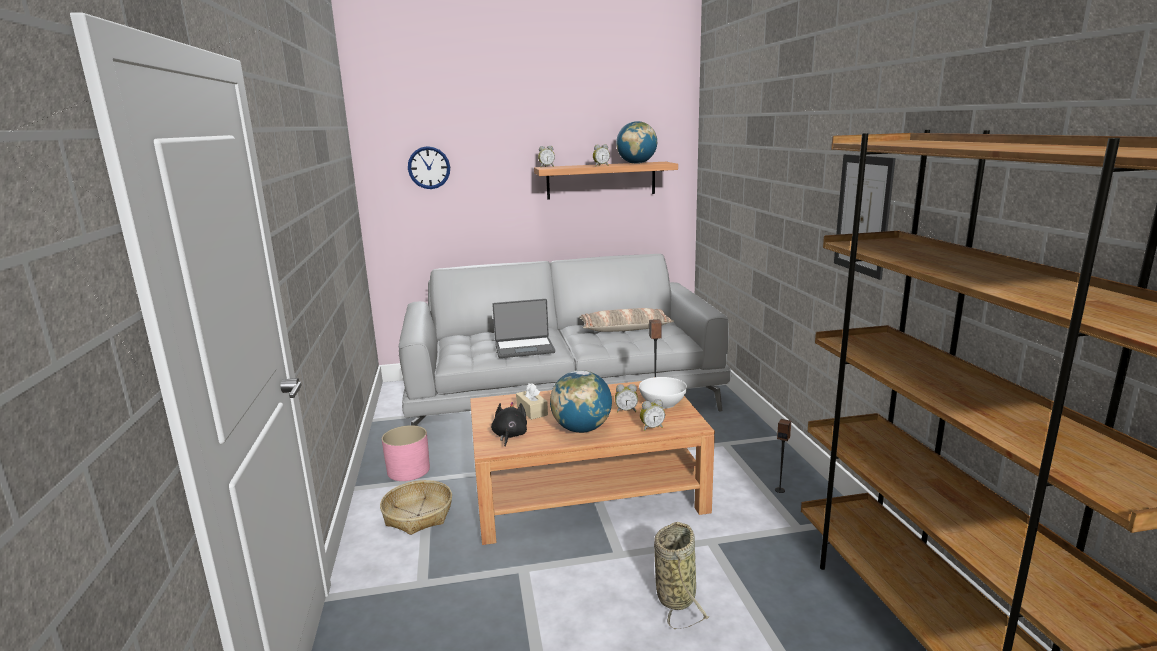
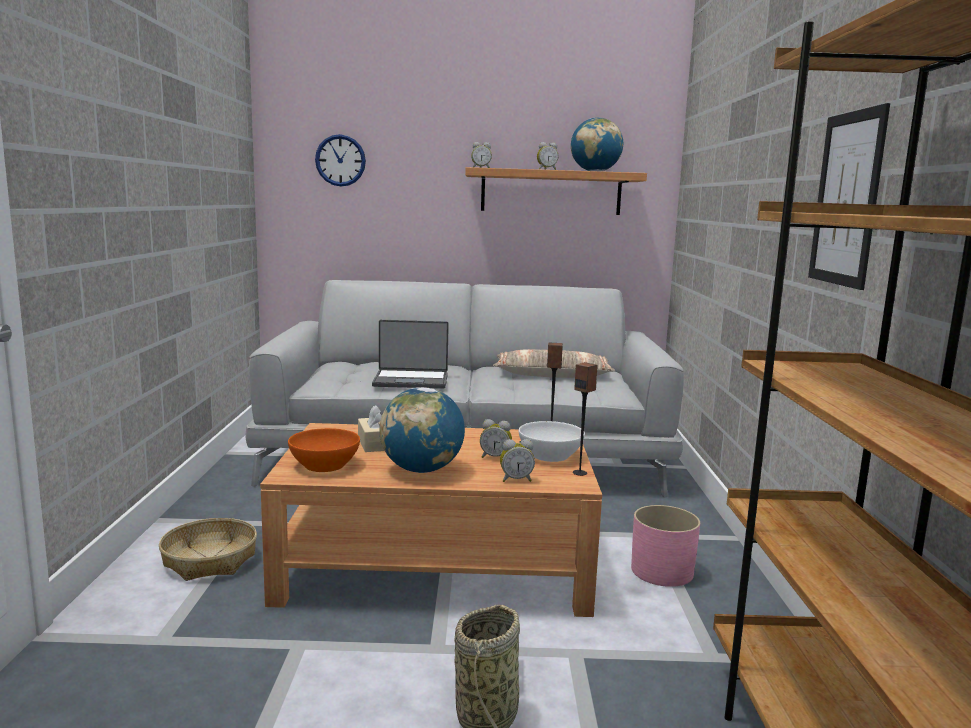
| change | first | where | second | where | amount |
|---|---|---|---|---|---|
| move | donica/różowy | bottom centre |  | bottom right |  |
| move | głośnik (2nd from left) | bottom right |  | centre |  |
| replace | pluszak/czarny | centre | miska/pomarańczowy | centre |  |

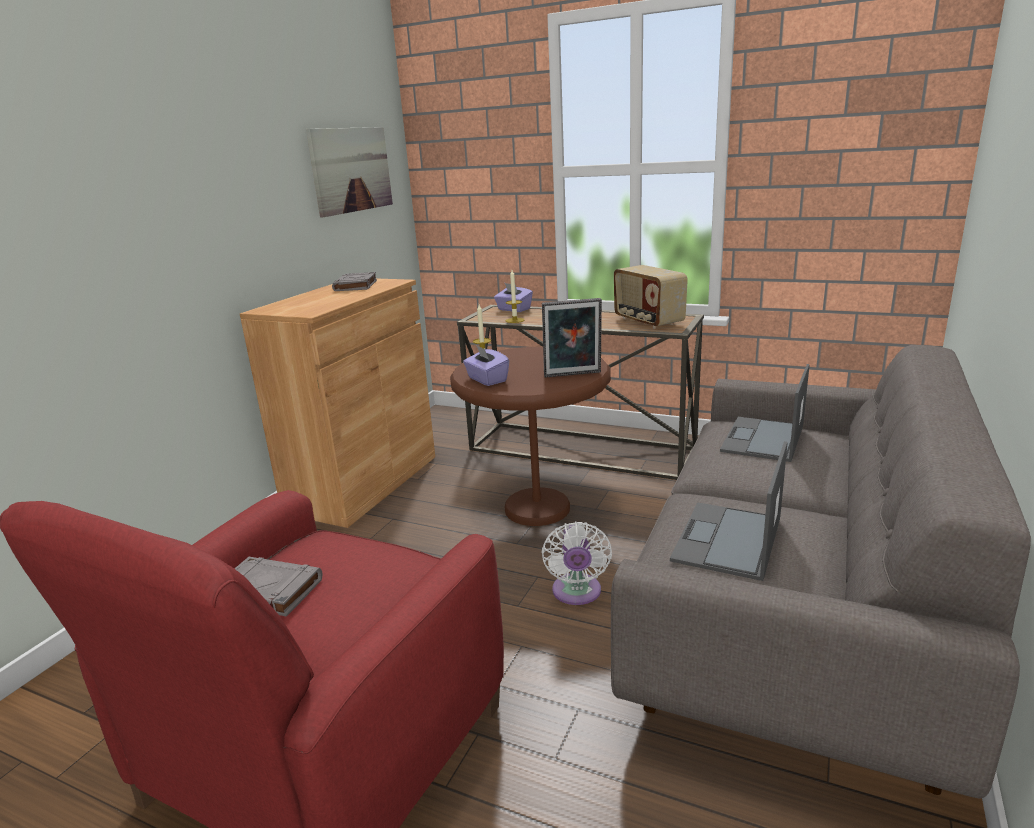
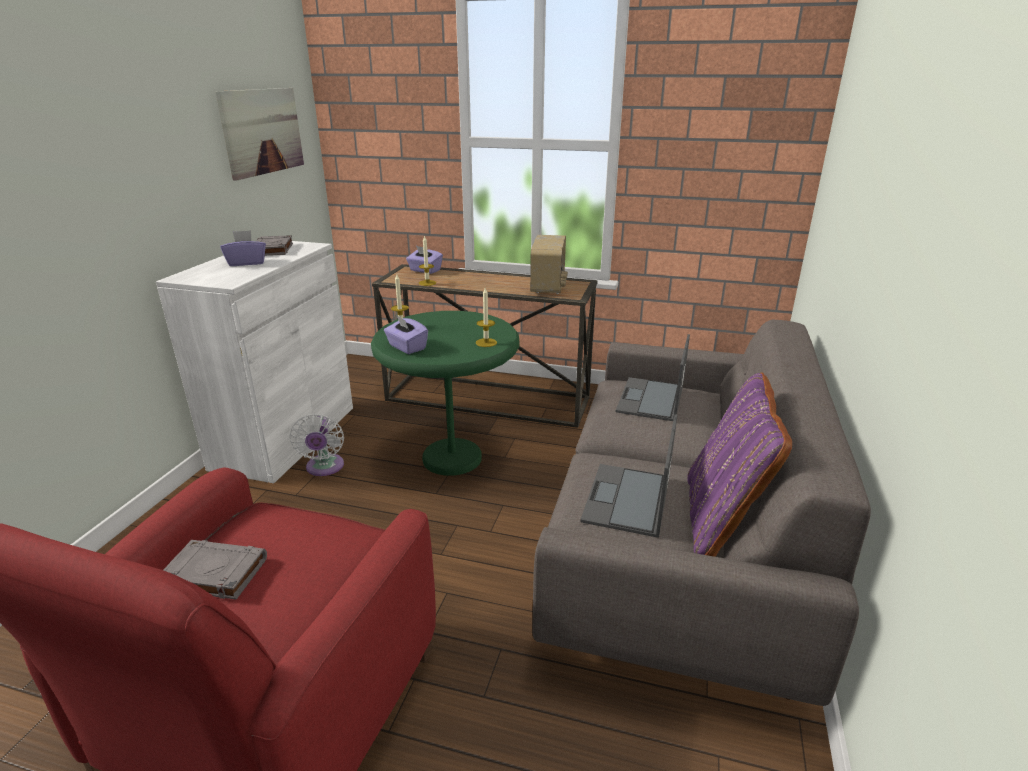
| change | first | where | second | where | amount |
|---|---|---|---|---|---|
| insert |  |  | pudełko chusteczek/fioletowy (1st from left) | top left |  |
| insert |  |  | poduszka/fioletowy | middle right |  |
| move | wentylator/biały | bottom centre |  | middle left |  |
| replace | ramka na zdjęcie | centre | świeca (3rd from left) | centre |  |
| recolor | szafka/brązowy | middle left | szafka/biały | middle left |  |
| recolor | stolik/brązowy | centre | stolik/zielony | centre |  |
| rotate | radio | centre |  | centre | 135 degrees counterclockwise |

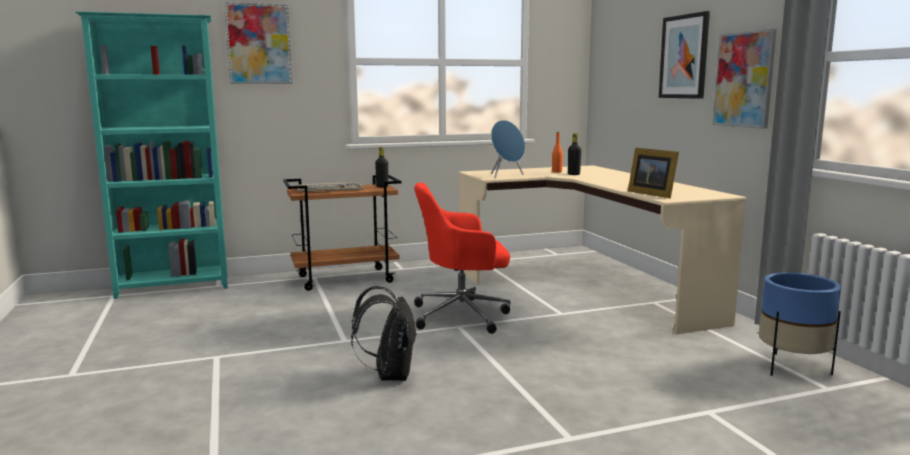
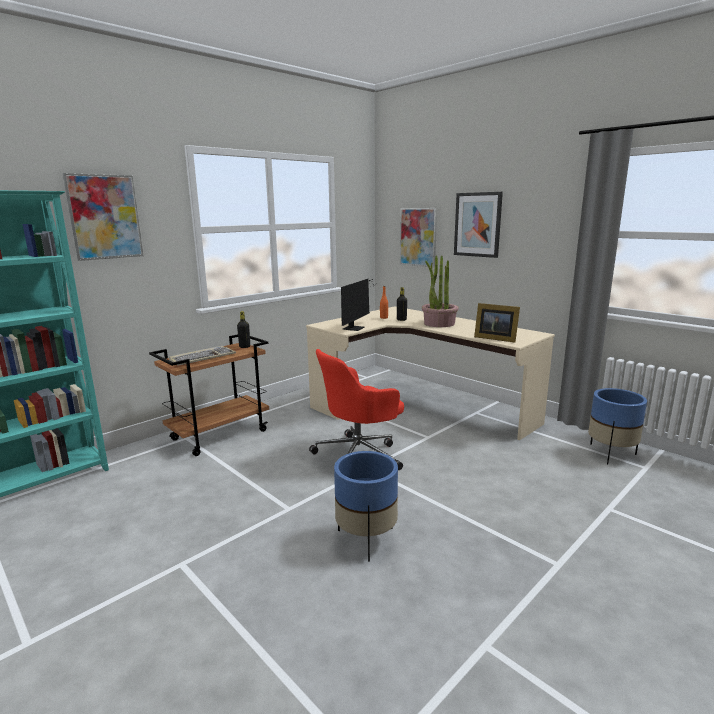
| change | first | where | second | where | amount |
|---|---|---|---|---|---|
| insert |  |  | roślina doniczkowa | centre |  |
| move | obraz (3rd from left in the first image) | top right | obraz (2nd from left) | centre |  |
| replace | plecak/czarny | bottom centre | donica/niebieski (1st from left) | bottom centre |  |
| replace | głośnik/niebieski | top centre | monitor | centre |  |

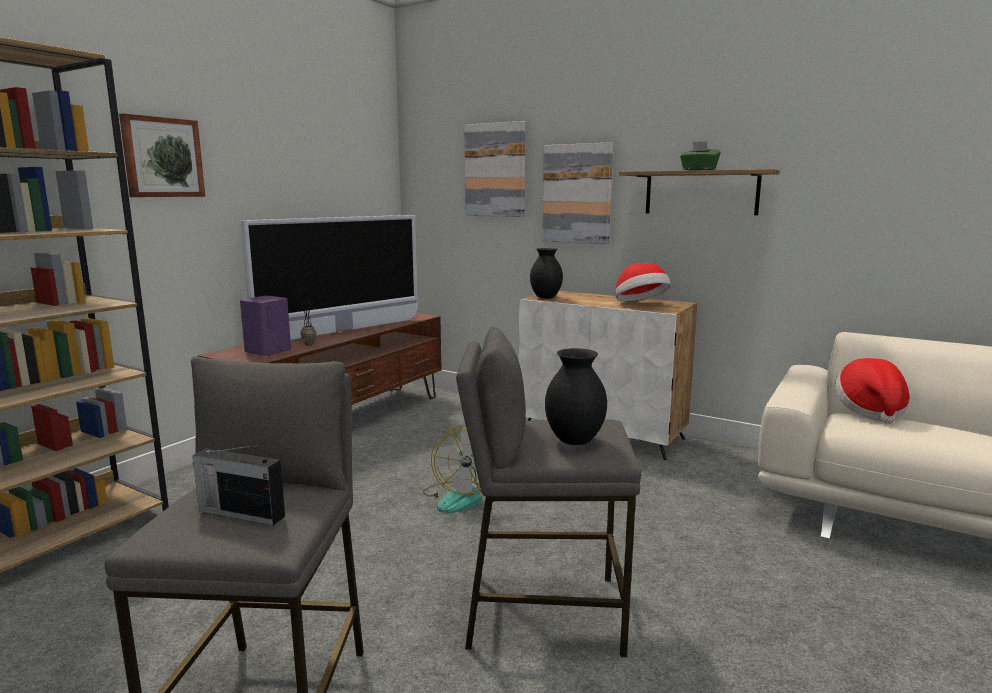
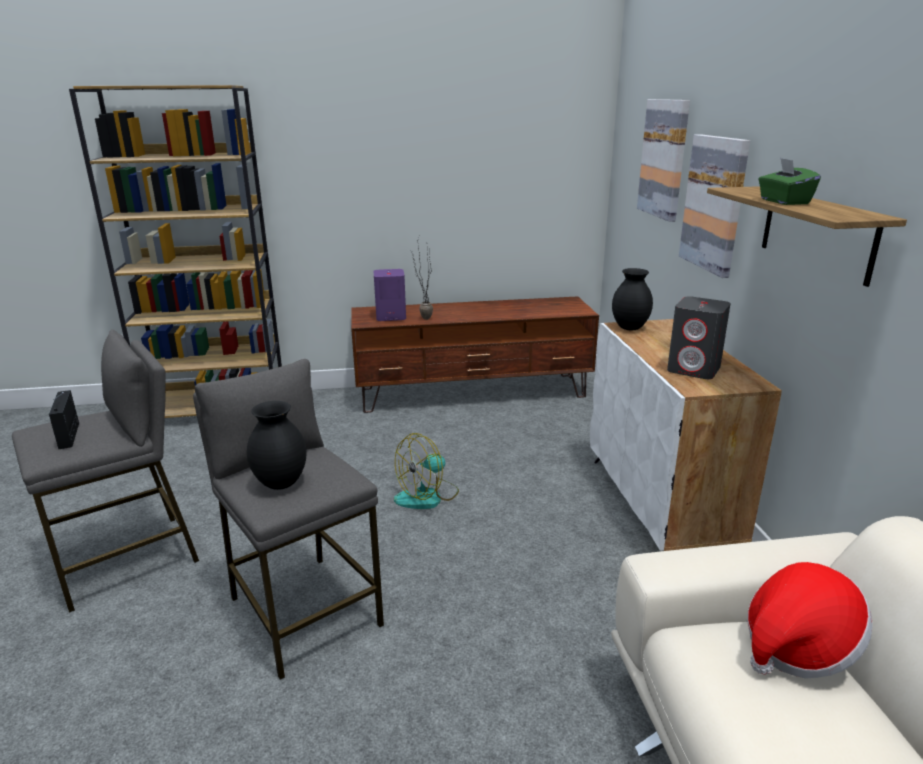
| change | first | where | second | where | amount |
|---|---|---|---|---|---|
| delete | obraz (1st from left) | top left |  |  |  |
| delete | telewizor | middle left |  |  |  |
| replace | kapelusz (1st from left) | centre | głośnik/szary | middle right |  |

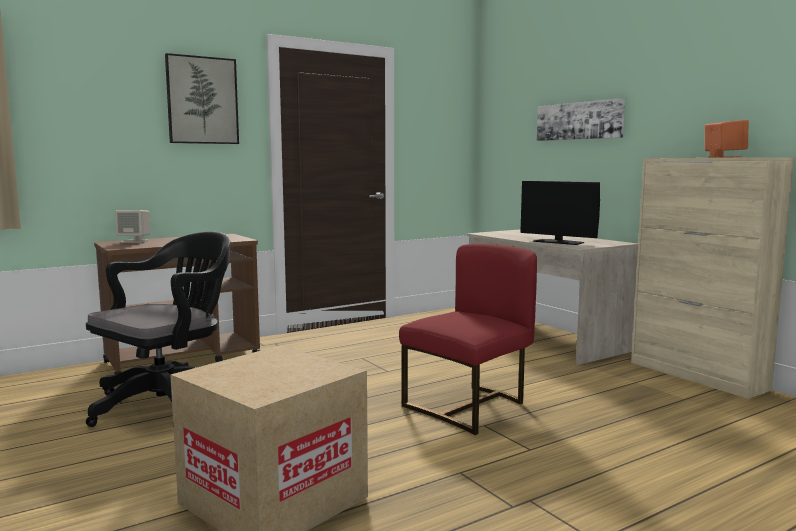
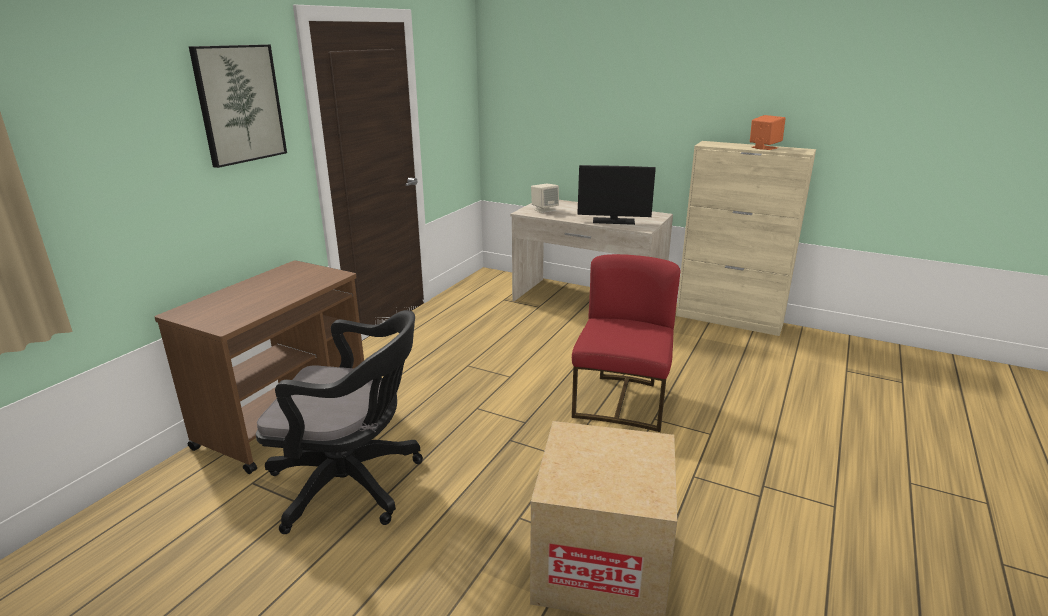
| change | first | where | second | where | amount |
|---|---|---|---|---|---|
| delete | obraz (2nd from left) | top right |  |  |  |
| move | głośnik/beżowy | middle left |  | top centre |  |
| rotate | krzesło biurowe/czarny | middle left |  | bottom left | 90 degrees clockwise |

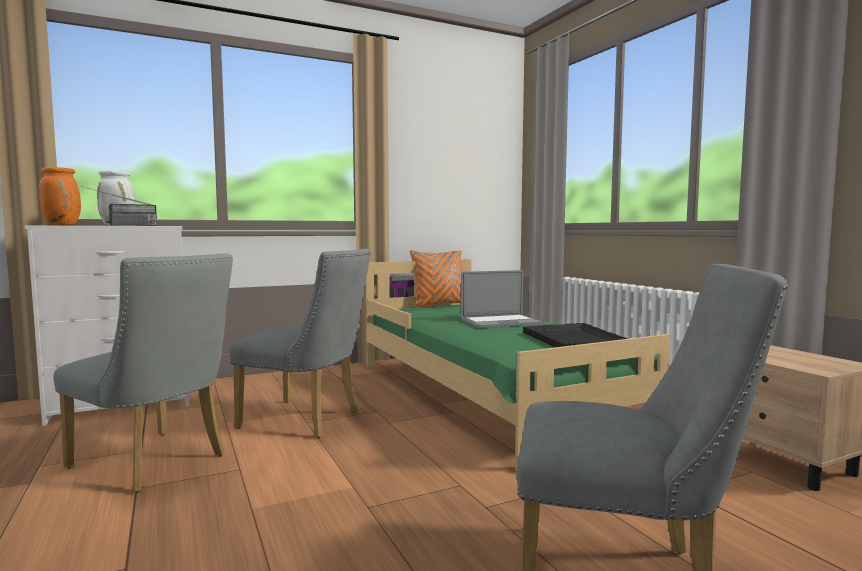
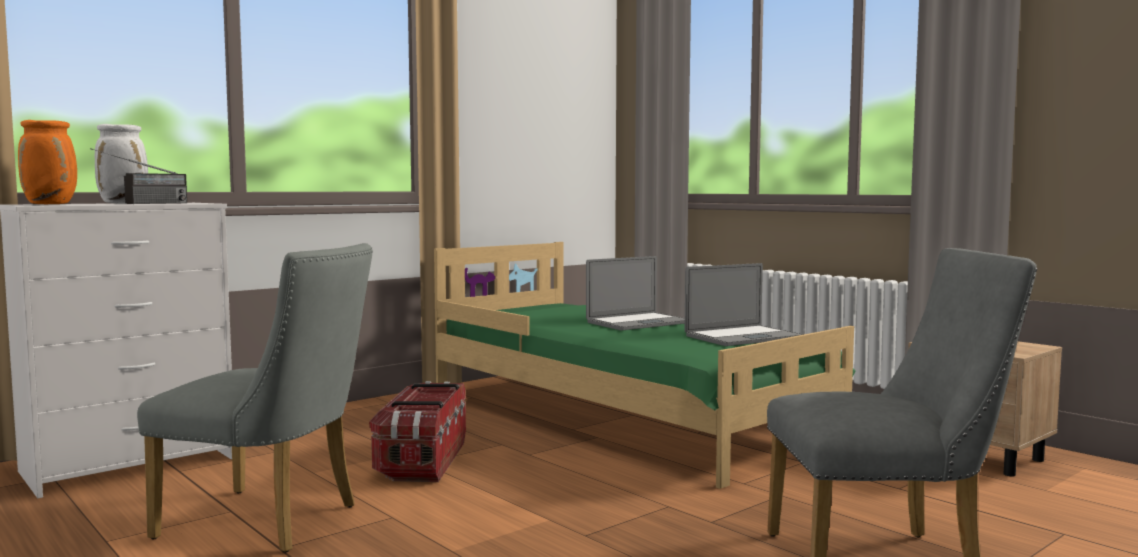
| change | first | where | second | where | amount |
|---|---|---|---|---|---|
| delete | poduszka/pomarańczowy | centre |  |  |  |
| replace | krzesło/szary (2nd from left) | centre | pojemnik do przechowywania | bottom centre |  |
| replace | taca/czarny | middle right | laptop (2nd from left) | centre |  |

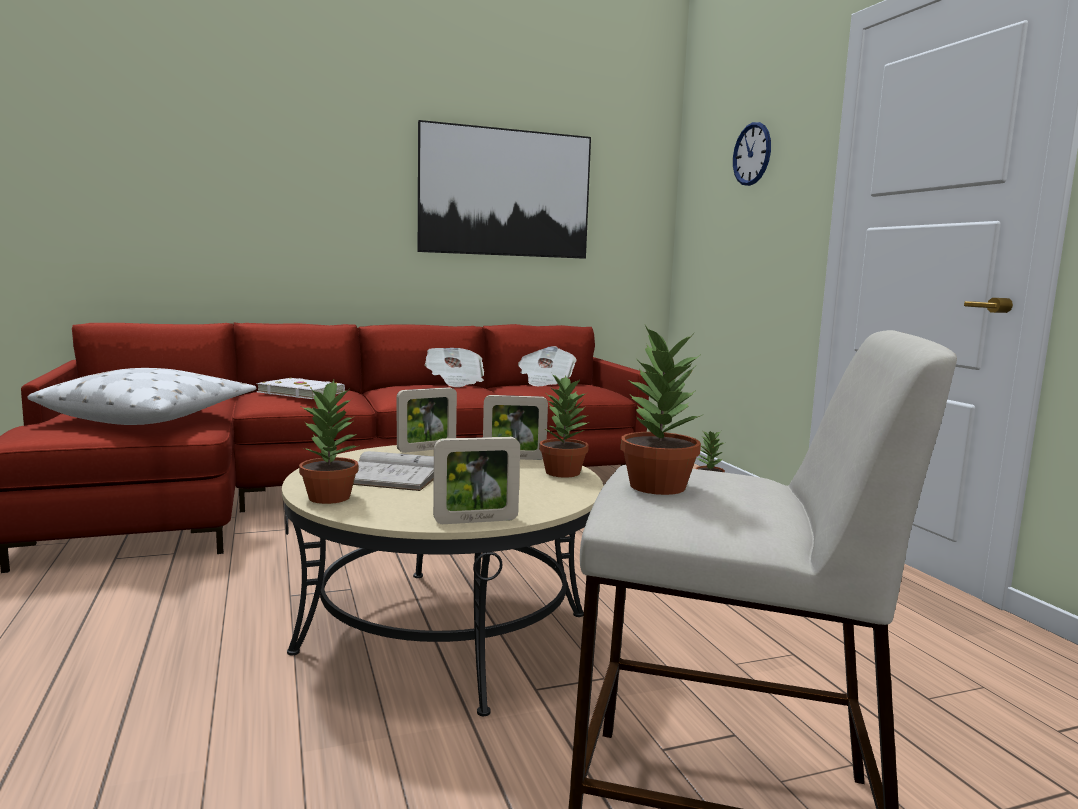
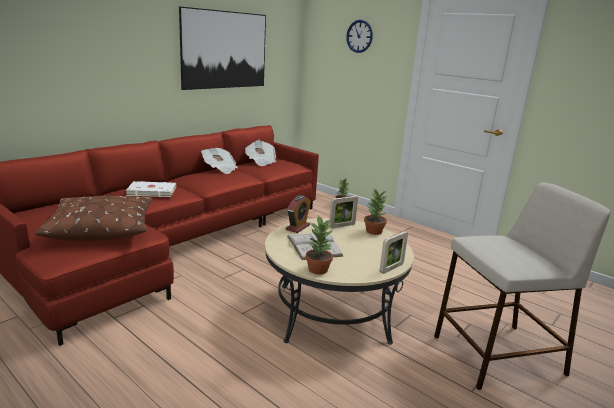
| change | first | where | second | where | amount |
|---|---|---|---|---|---|
| delete | roślina doniczkowa (3rd from left) | centre |  |  |  |
| replace | ramka na zdjęcie (1st from left) | centre | budzik | centre |  |
| recolor | poduszka/biały | middle left | poduszka/brązowy | middle left |  |

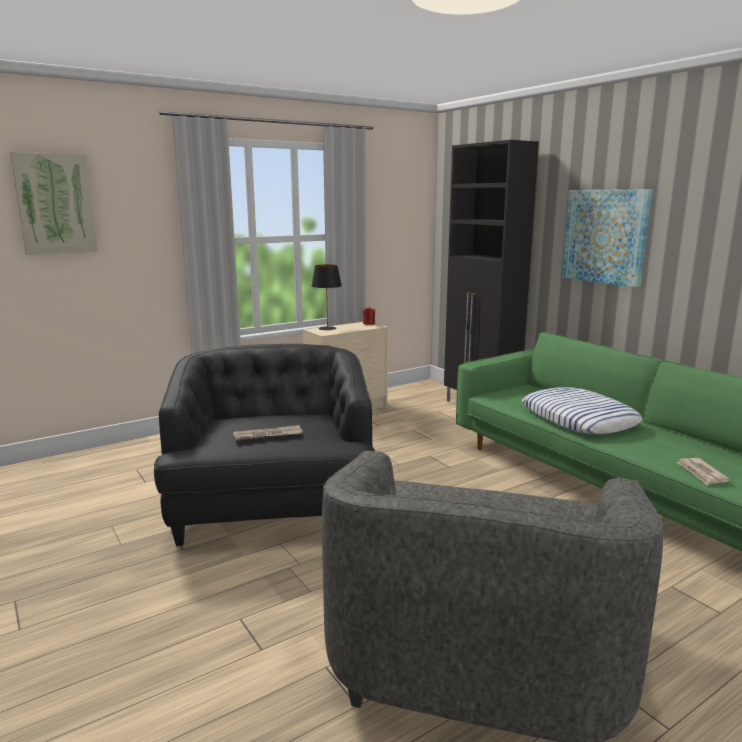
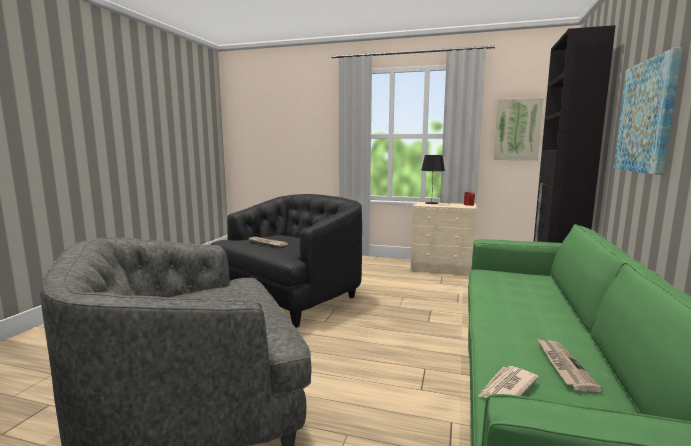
| change | first | where | second | where | amount |
|---|---|---|---|---|---|
| delete | poduszka | middle right |  |  |  |
| insert |  |  | gazeta (3rd from left) | bottom right |  |
| move | obraz (1st from left) | top left |  | top right |  |

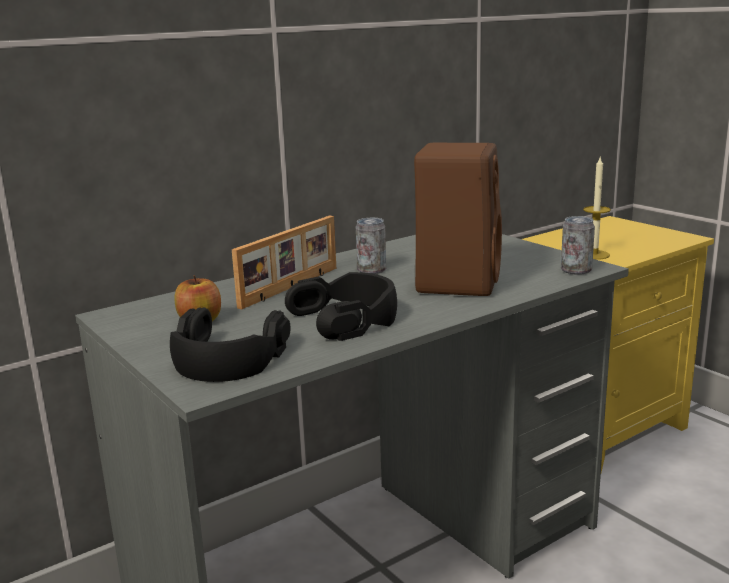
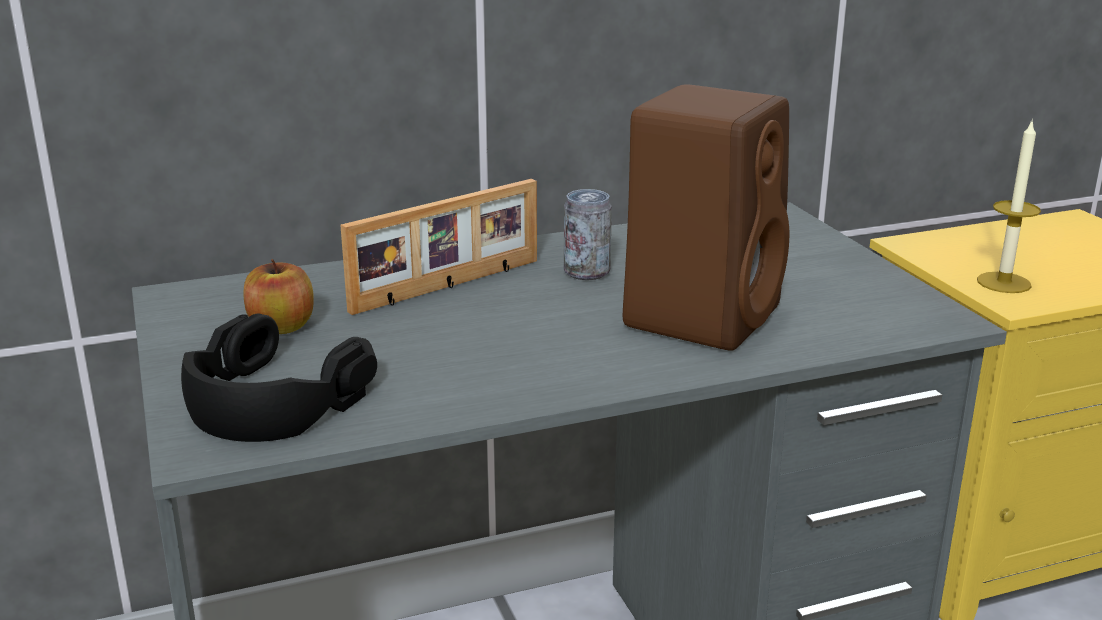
| change | first | where | second | where | amount |
|---|---|---|---|---|---|
| delete | słuchawki/czarny (2nd from left) | centre |  |  |  |
| delete | puszka (2nd from left) | middle right |  |  |  |

